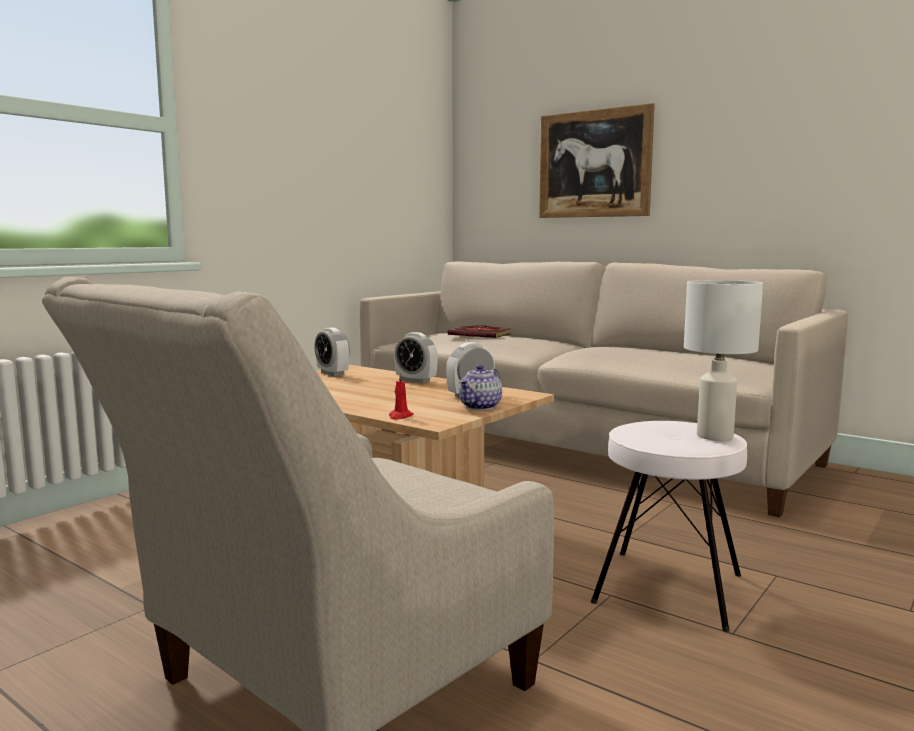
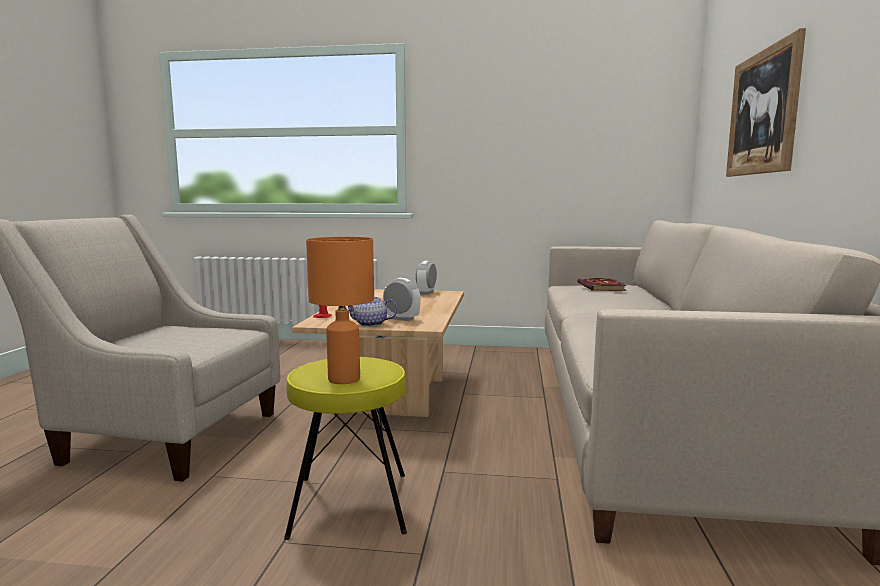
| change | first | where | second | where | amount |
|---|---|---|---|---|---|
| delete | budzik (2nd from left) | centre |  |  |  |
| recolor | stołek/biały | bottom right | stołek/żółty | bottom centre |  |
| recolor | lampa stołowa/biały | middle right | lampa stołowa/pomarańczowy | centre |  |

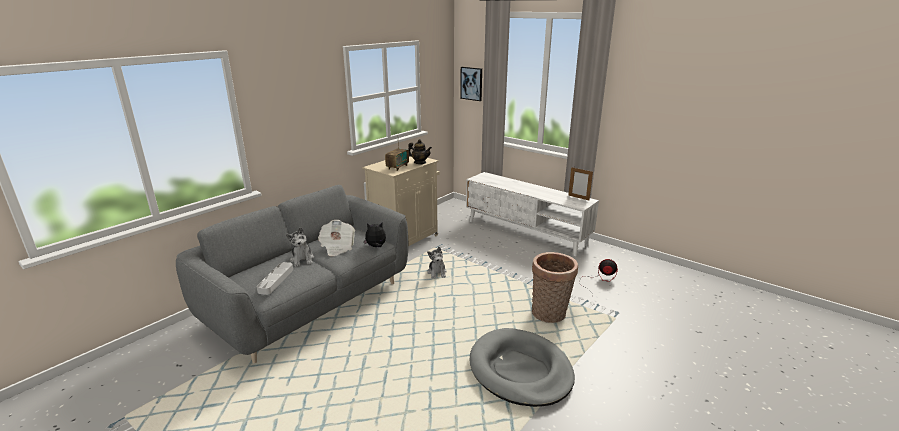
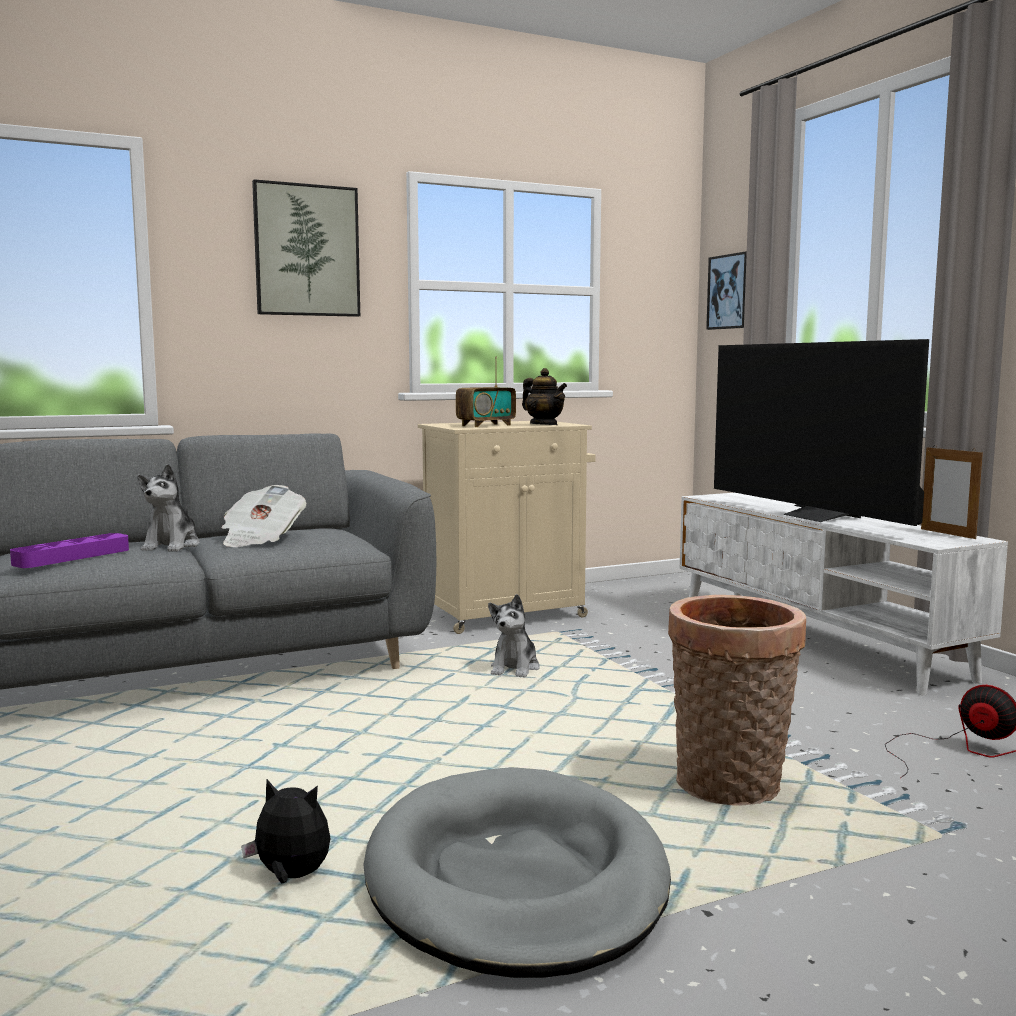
| change | first | where | second | where | amount |
|---|---|---|---|---|---|
| insert |  |  | obraz (1st from left) | top left |  |
| insert |  |  | telewizor | middle right |  |
| move | pluszak (2nd from left) | centre |  | bottom left |  |
| recolor | taca/szary | middle left | taca/fioletowy | middle left |  |

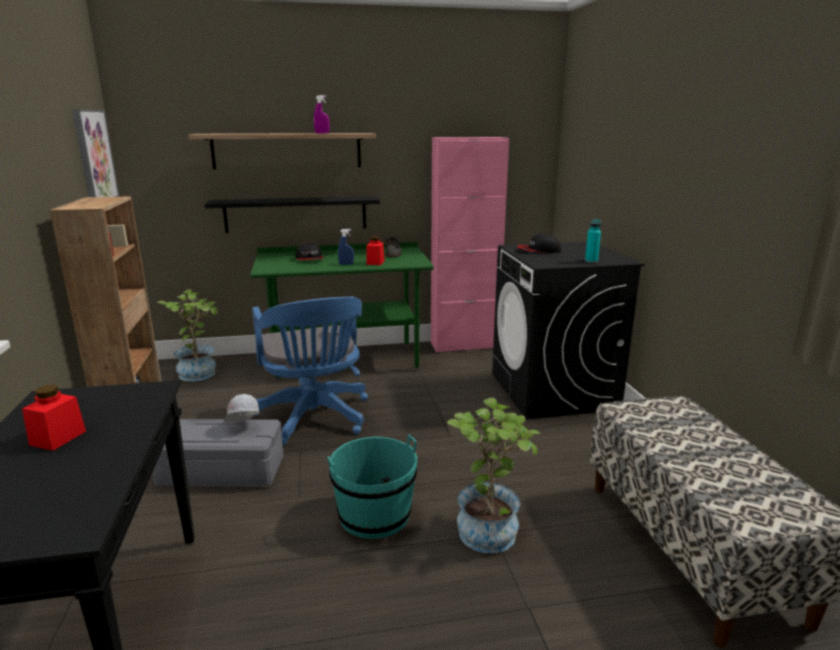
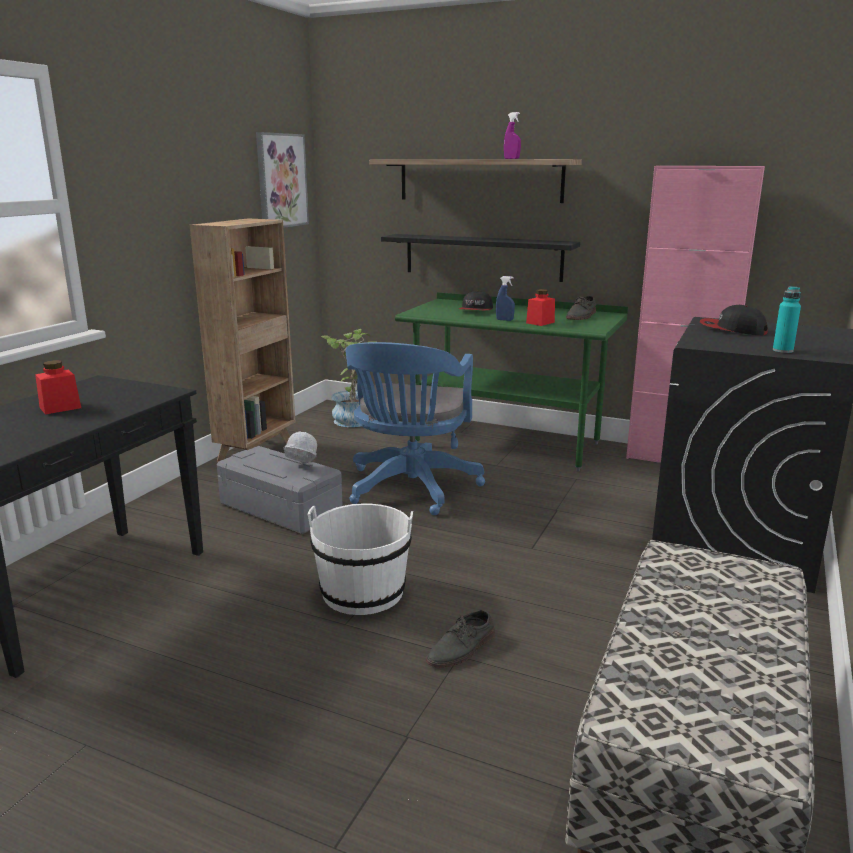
| change | first | where | second | where | amount |
|---|---|---|---|---|---|
| replace | roślina doniczkowa (2nd from left) | bottom centre | but/szary (1st from left) | bottom centre |  |
| recolor | wiadro/turkusowy | bottom centre | wiadro/biały | centre |  |

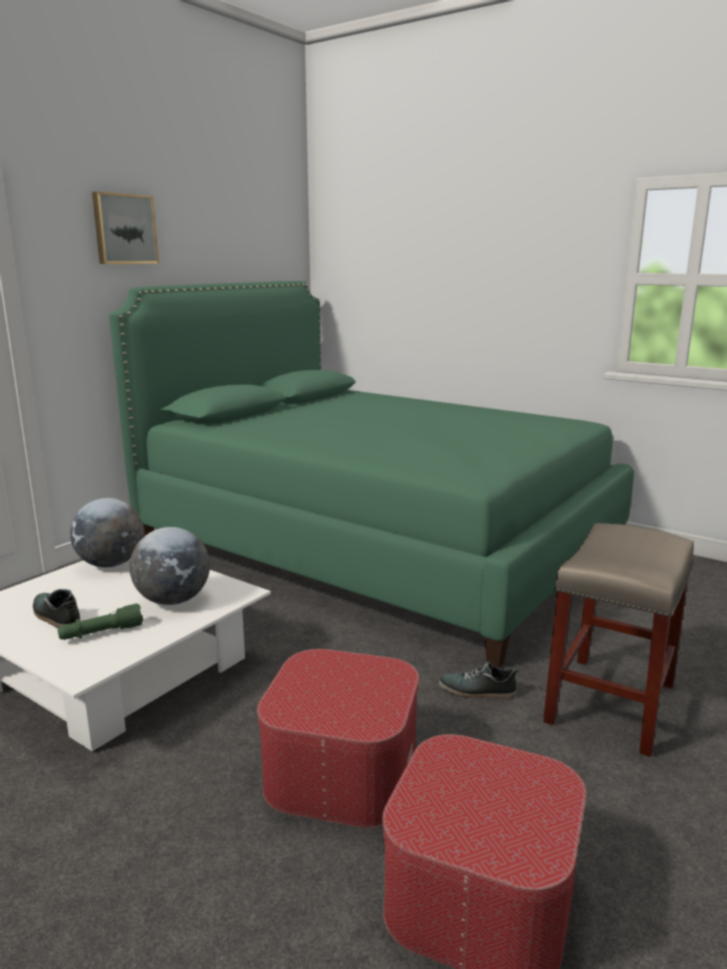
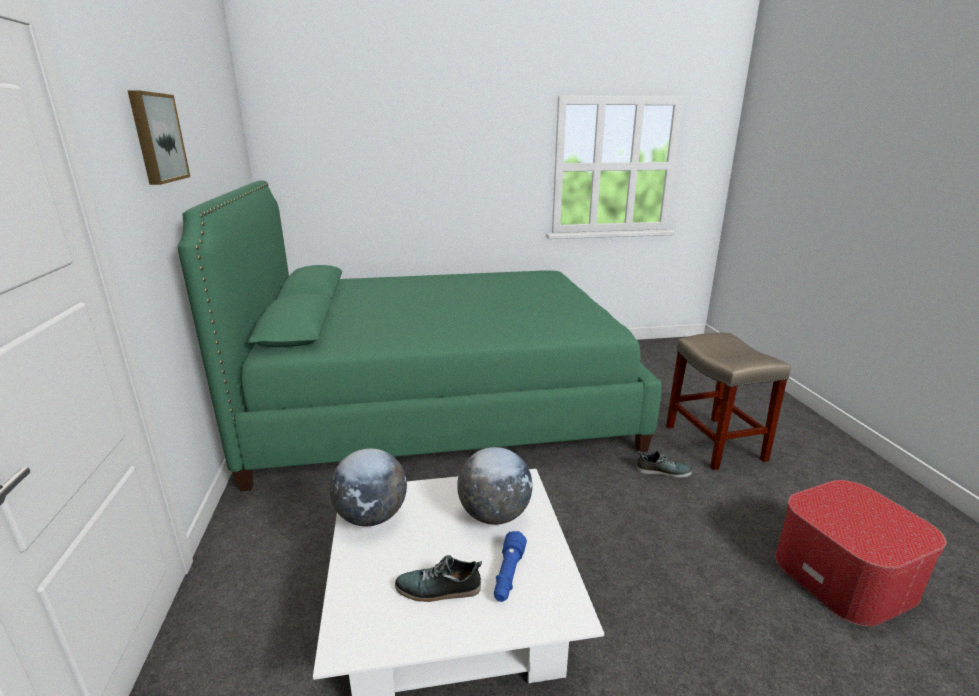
| change | first | where | second | where | amount |
|---|---|---|---|---|---|
| delete | pufa (1st from left) | bottom centre |  |  |  |
| recolor | latarka/zielony | middle left | latarka/niebieski | bottom centre |  |
| rotate | but (2nd from left) | bottom centre |  | bottom right | 135 degrees counterclockwise |

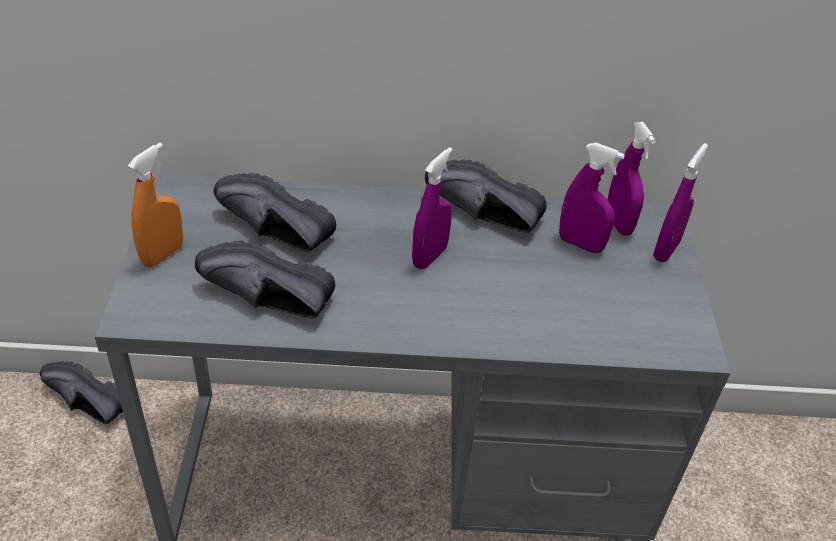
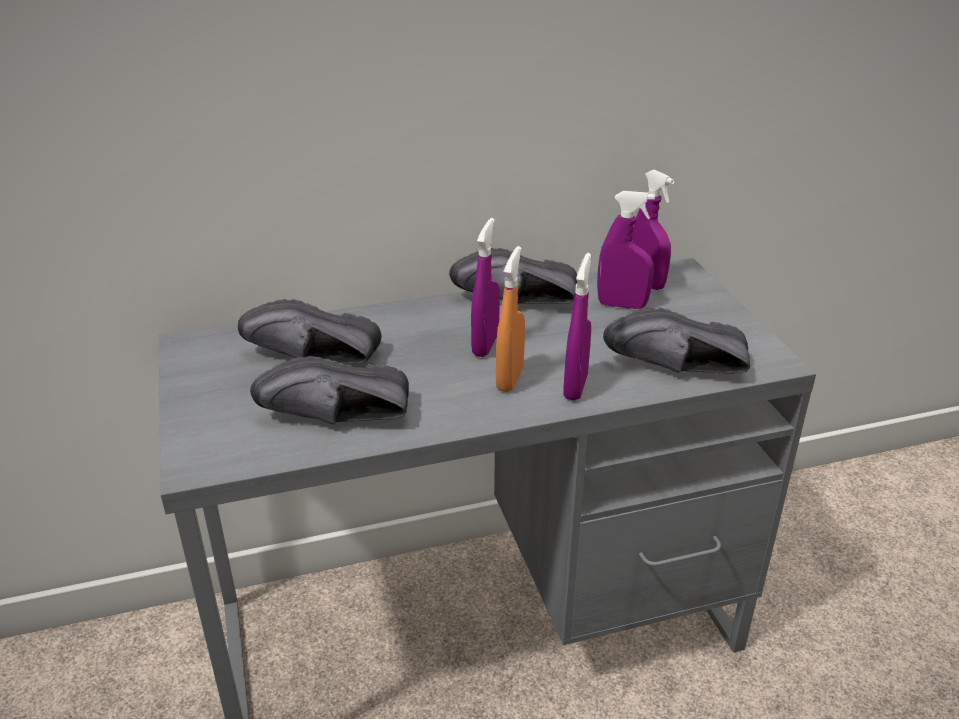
| change | first | where | second | where | amount |
|---|---|---|---|---|---|
| move | but/czarny (1st from left in the first image) | bottom left | but/czarny (4th from left) | middle right |  |
| move | spryskiwacz/pomarańczowy | middle left |  | centre |  |
| move | spryskiwacz/fioletowy (4th from left in the first image) | middle right | spryskiwacz/fioletowy (2nd from left) | centre |  |

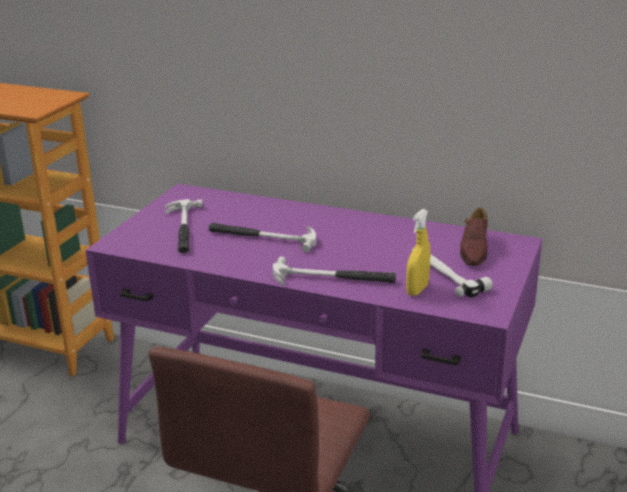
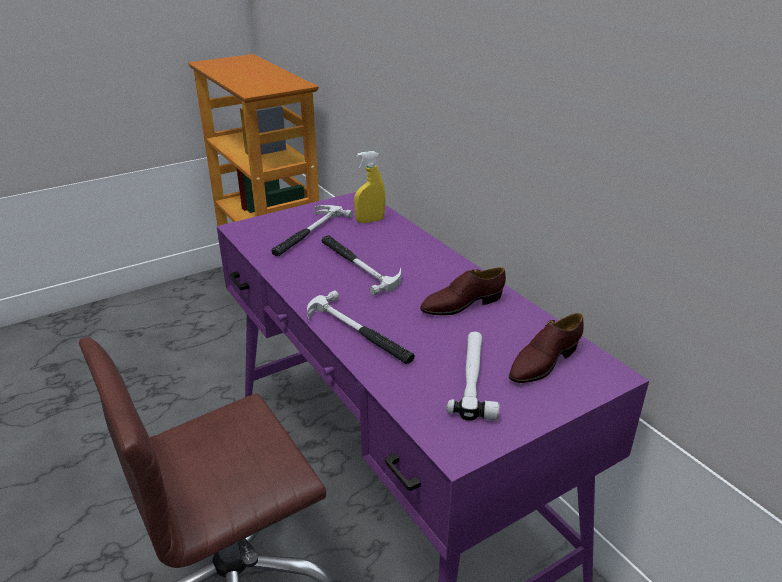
| change | first | where | second | where | amount |
|---|---|---|---|---|---|
| insert |  |  | but/brązowy (1st from left) | centre |  |
| move | spryskiwacz/żółty | middle right |  | top centre |  |

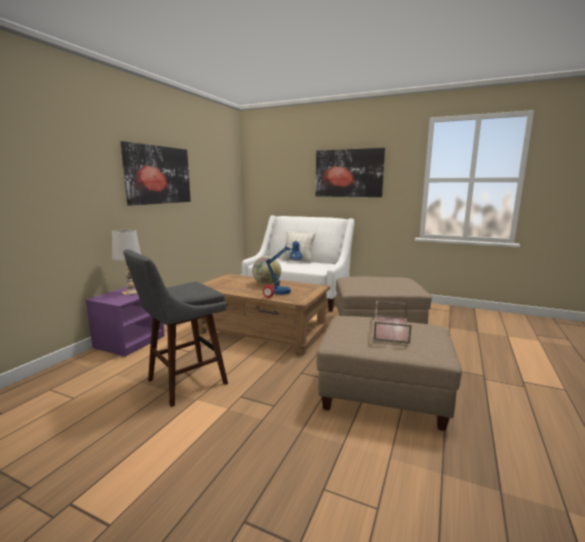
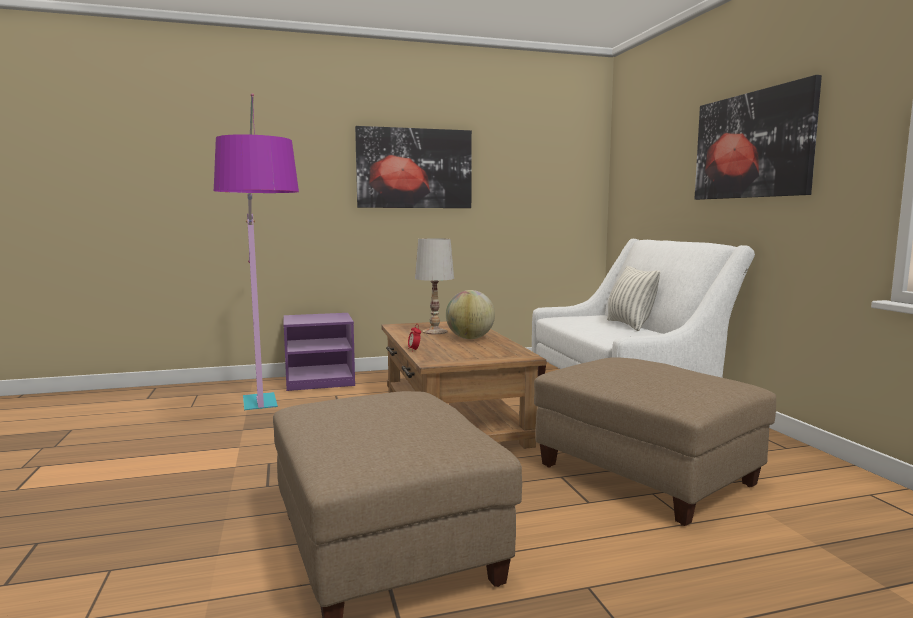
| change | first | where | second | where | amount |
|---|---|---|---|---|---|
| delete | lampa stołowa/niebieski | centre |  |  |  |
| delete | taca/brązowy | middle right |  |  |  |
| move | lampa stołowa/biały | middle left |  | centre |  |
| replace | stołek/szary | middle left | lampa stojąca | middle left |  |

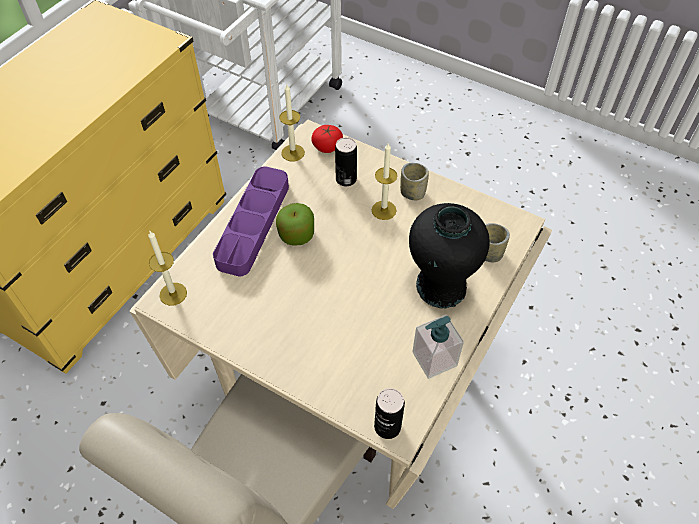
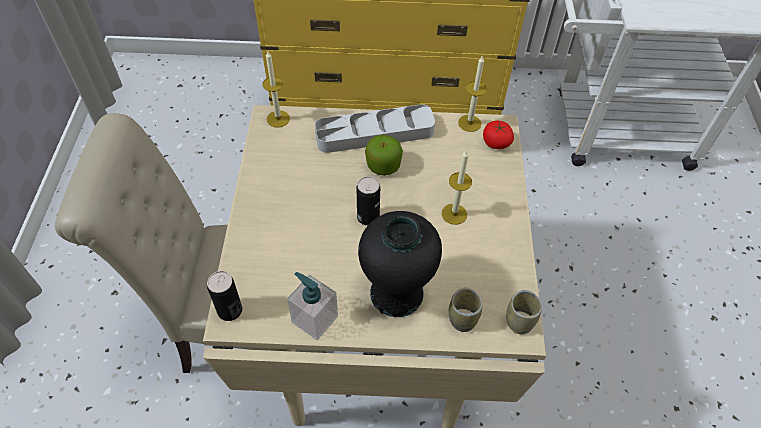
| change | first | where | second | where | amount |
|---|---|---|---|---|---|
| move | puszka (1st from left in the first image) | top centre | puszka (2nd from left) | centre |  |
| move | filiżanka (1st from left in the first image) | centre | filiżanka (2nd from left) | bottom right |  |
| recolor | taca/fioletowy | centre | taca/szary | top centre |  |

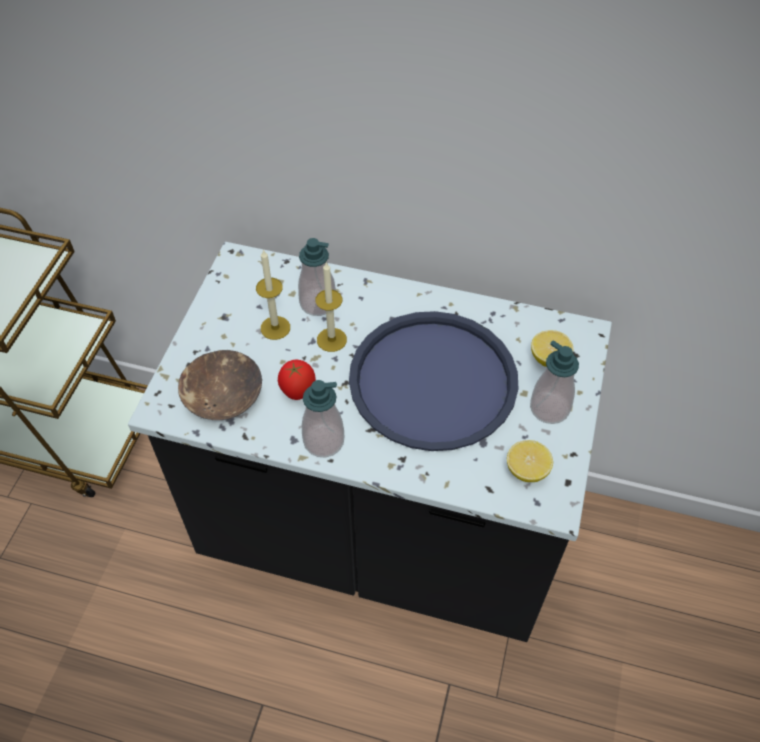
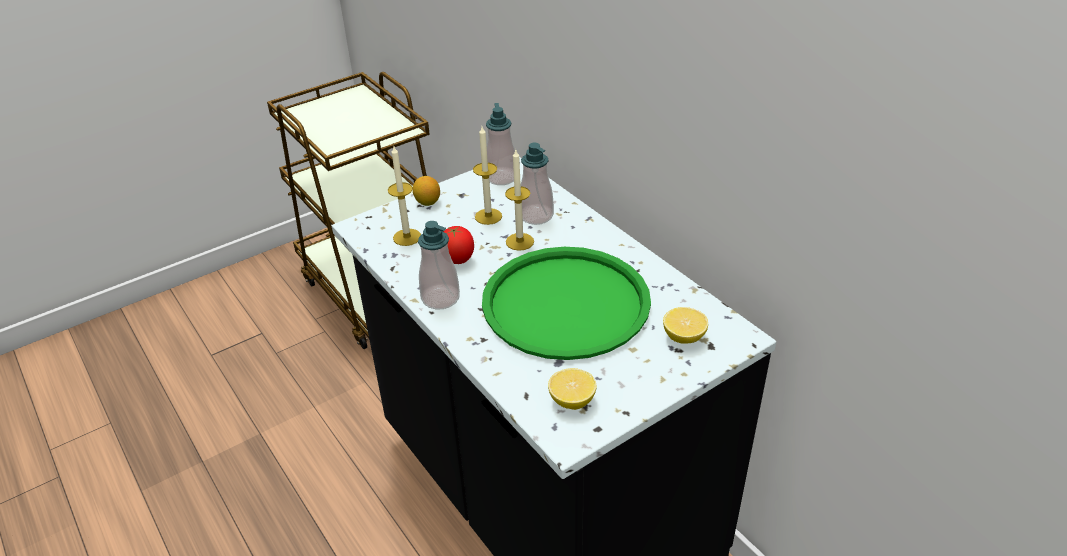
| change | first | where | second | where | amount |
|---|---|---|---|---|---|
| insert |  |  | cytryna (1st from left) | centre |  |
| move | dozownik mydła (3rd from left in the first image) | middle right | dozownik mydła (2nd from left) | top centre |  |
| replace | miska/brązowy | middle left | świeca (1st from left) | centre |  |
| recolor | taca/niebieski | centre | taca/zielony | centre |  |

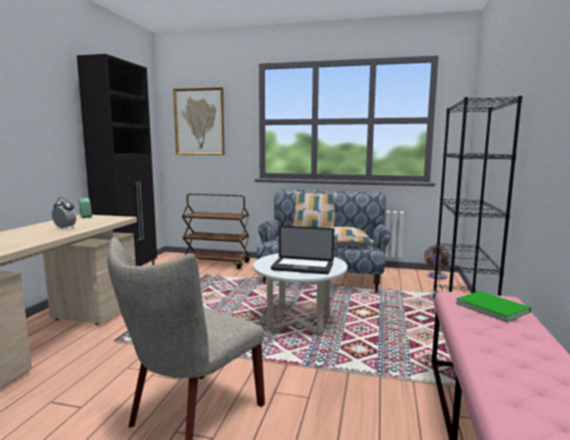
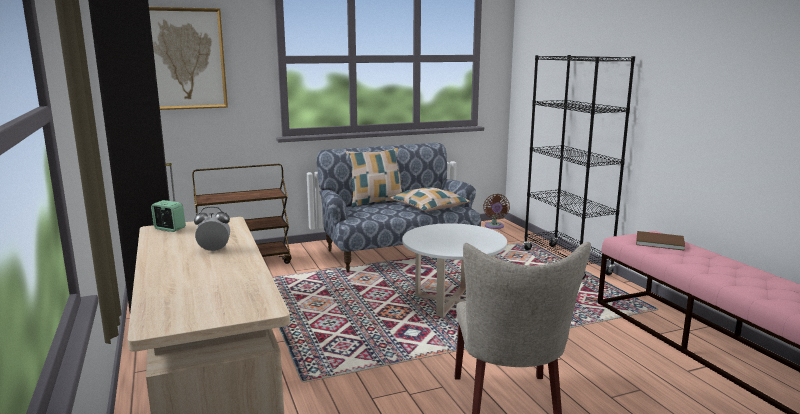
| change | first | where | second | where | amount |
|---|---|---|---|---|---|
| delete | laptop | centre |  |  |  |
| recolor | książka/zielony | bottom right | książka/brązowy | middle right |  |

